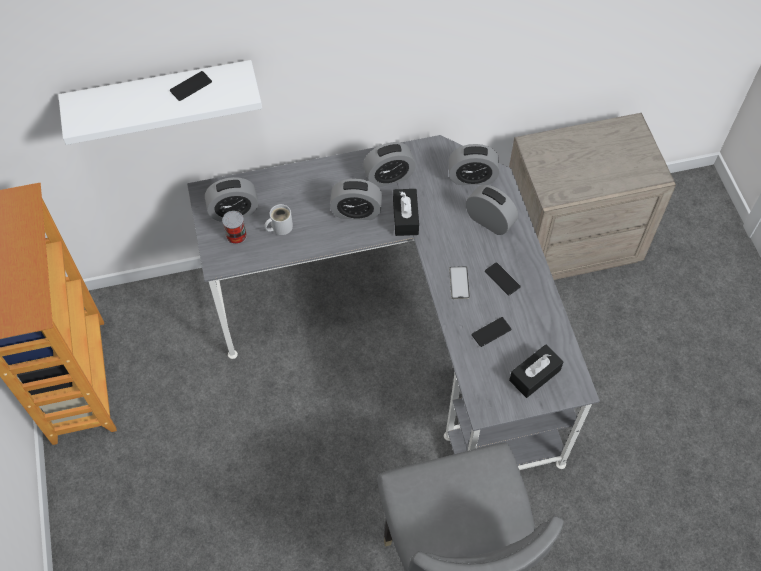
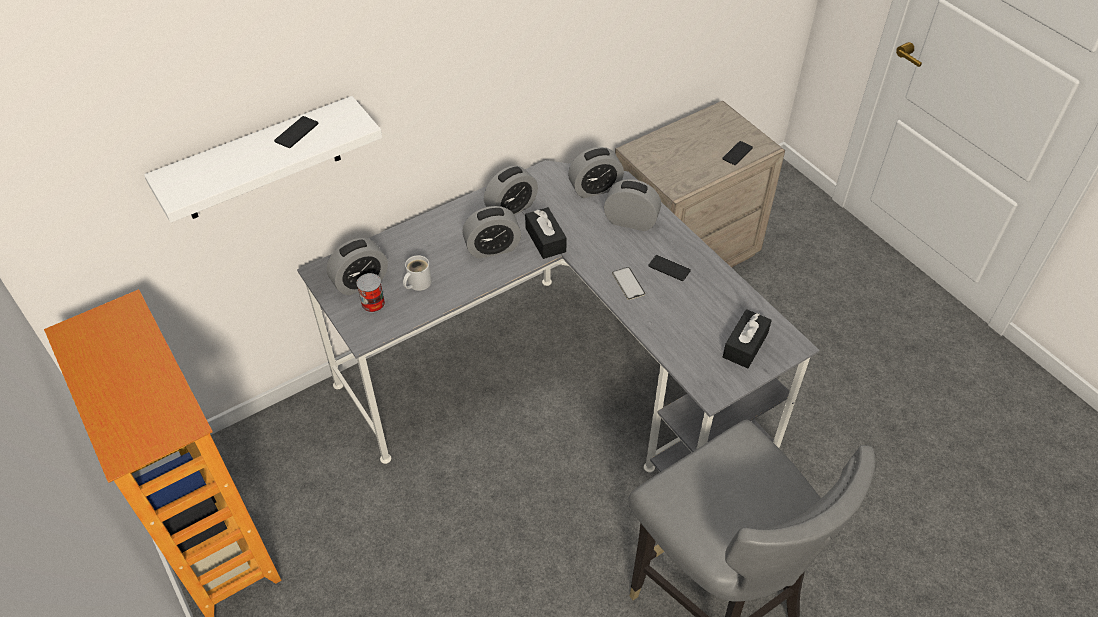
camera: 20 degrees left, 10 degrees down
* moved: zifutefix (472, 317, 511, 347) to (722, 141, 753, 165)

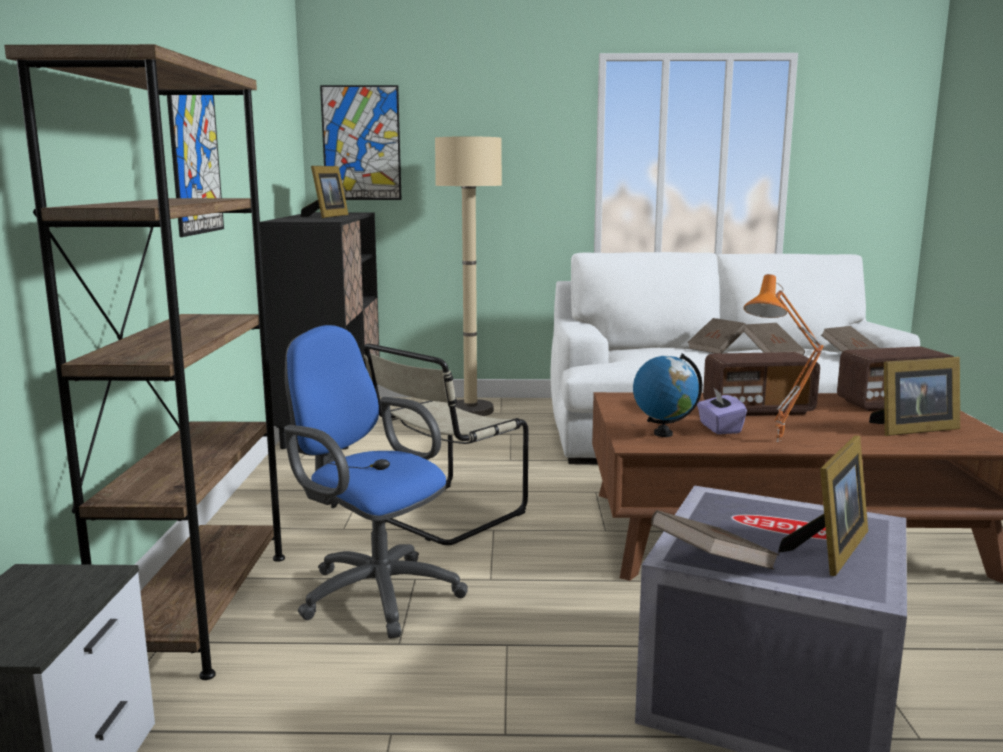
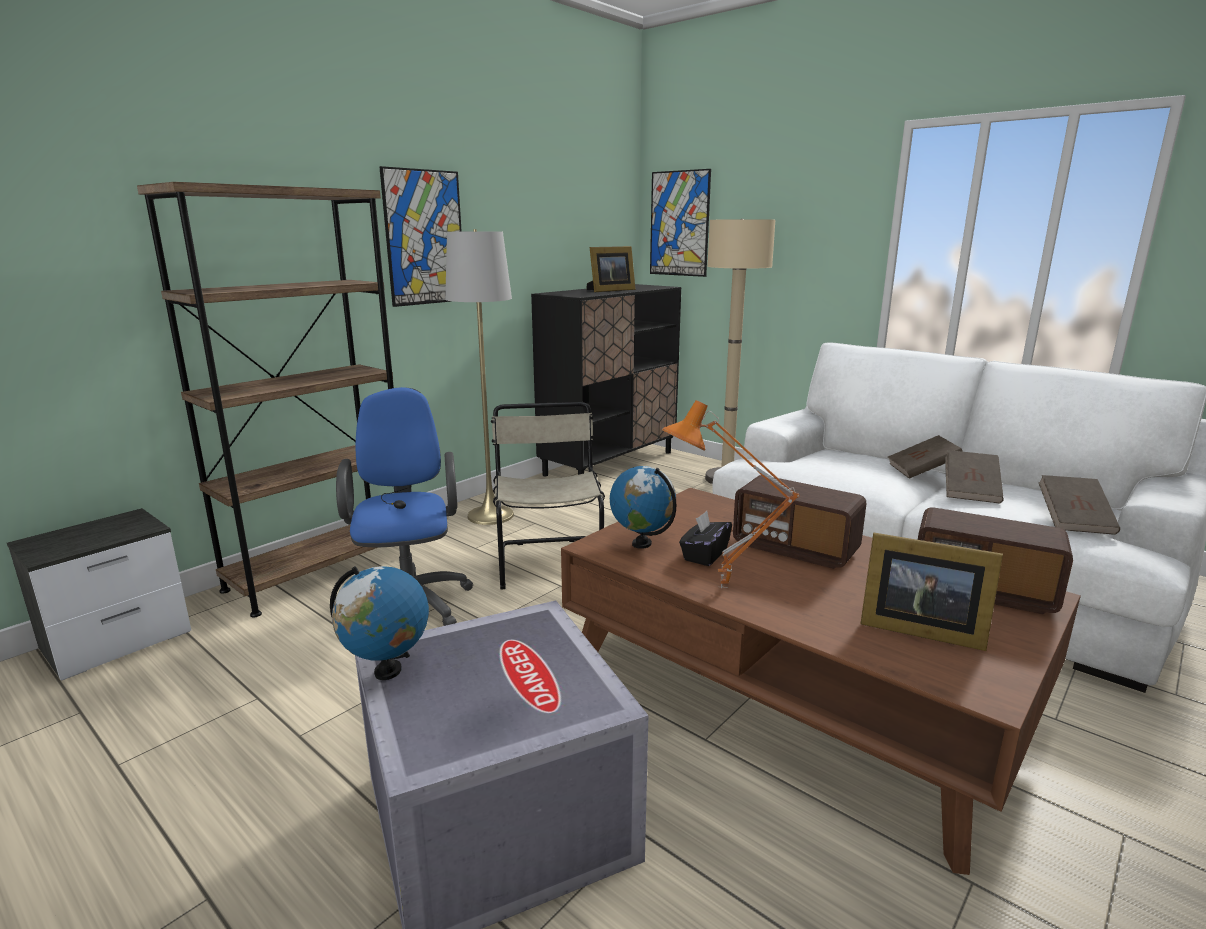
camera: 40 degrees right, 5 degrees up
* removed: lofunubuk (778, 435, 868, 576)
* added: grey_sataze (445, 229, 514, 525)
* replaced: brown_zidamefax (651, 510, 779, 570) to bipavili (330, 566, 429, 680)
* recoloured: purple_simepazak (697, 387, 747, 434) to black_simepazak (679, 511, 732, 566)
* turned: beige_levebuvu (363, 343, 528, 545) = (491, 402, 605, 589) 90 degrees clockwise

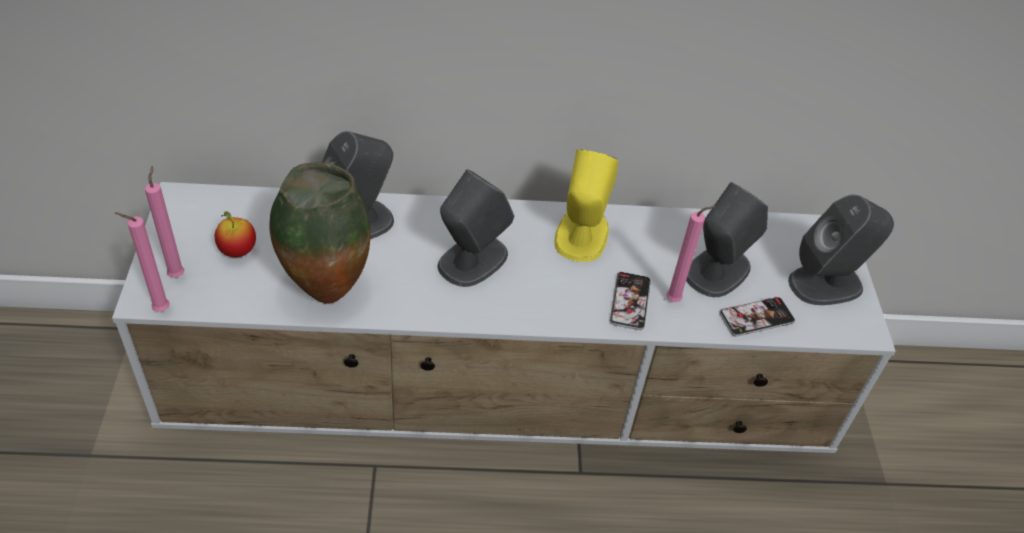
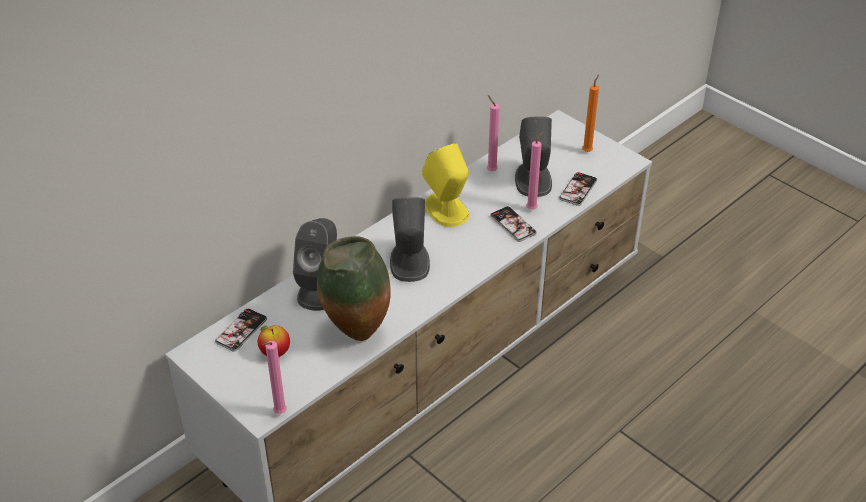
camera: 40 degrees left, 5 degrees down
* added: zifutefix (215, 308, 267, 352)
* moved: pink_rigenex (145, 166, 184, 278) to (487, 95, 499, 171)
* replaced: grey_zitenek (788, 195, 894, 305) to orange_rigenex (582, 75, 599, 152)

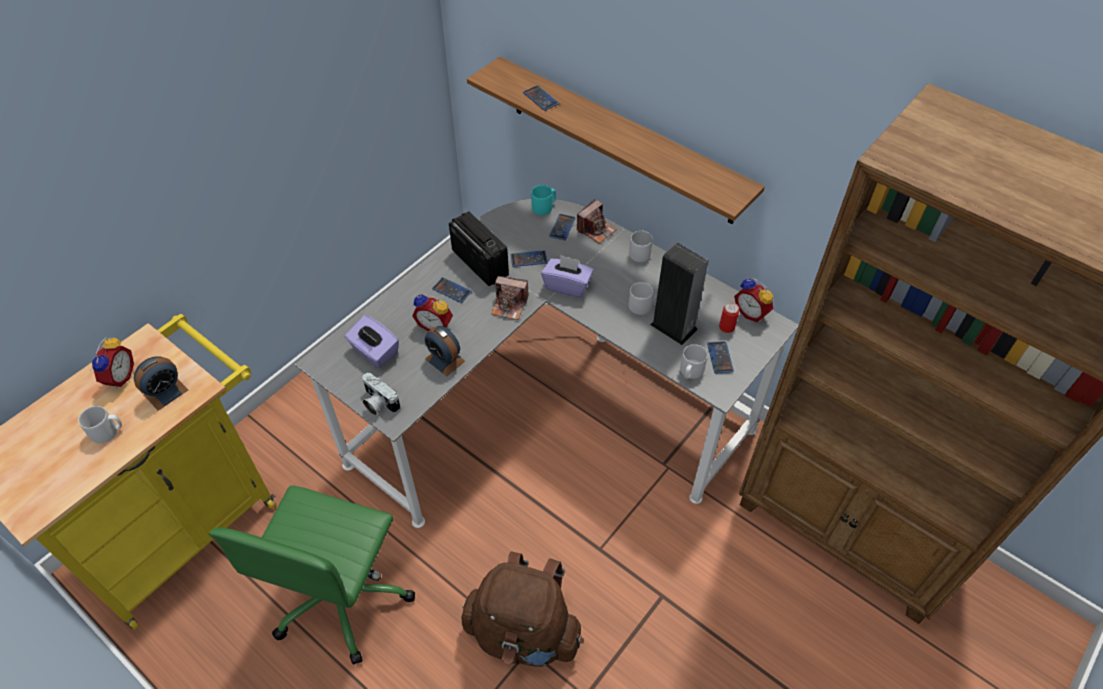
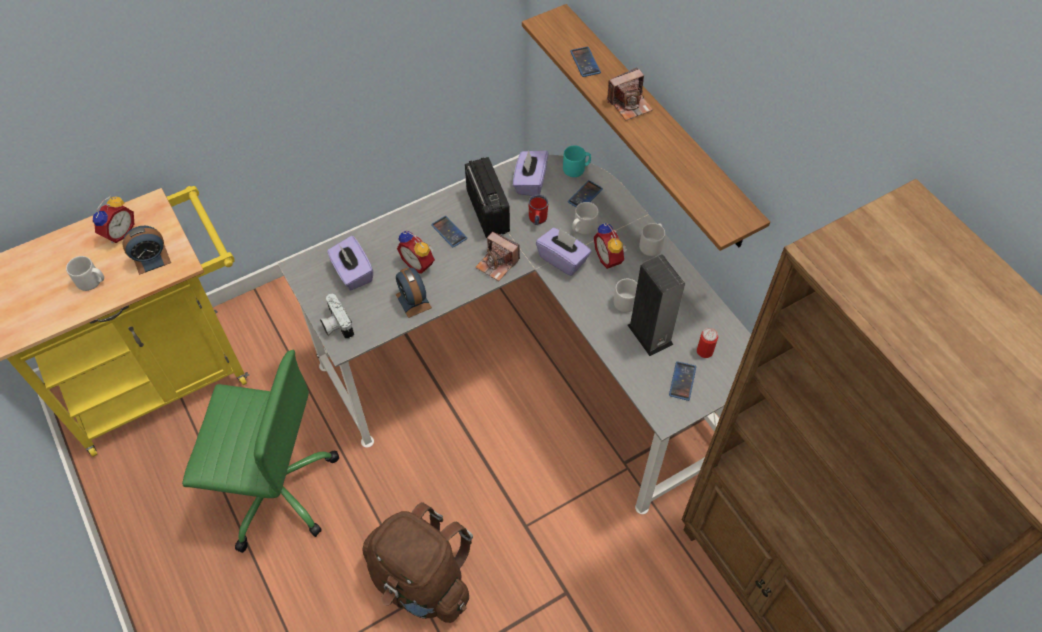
camera: 20 degrees right, 5 degrees up
* added: purple_simepazak (513, 150, 548, 196)
* moved: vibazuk (577, 199, 617, 243) to (607, 68, 653, 121)
* moved: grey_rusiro (680, 344, 708, 379) to (572, 202, 599, 235)
* moved: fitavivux (734, 277, 774, 322) to (594, 223, 627, 269)
* replaced: zifutefix (511, 250, 548, 267) to red_rusiro (529, 194, 548, 225)
* turned: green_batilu (208, 485, 415, 665) = (182, 349, 339, 553) 120 degrees counterclockwise

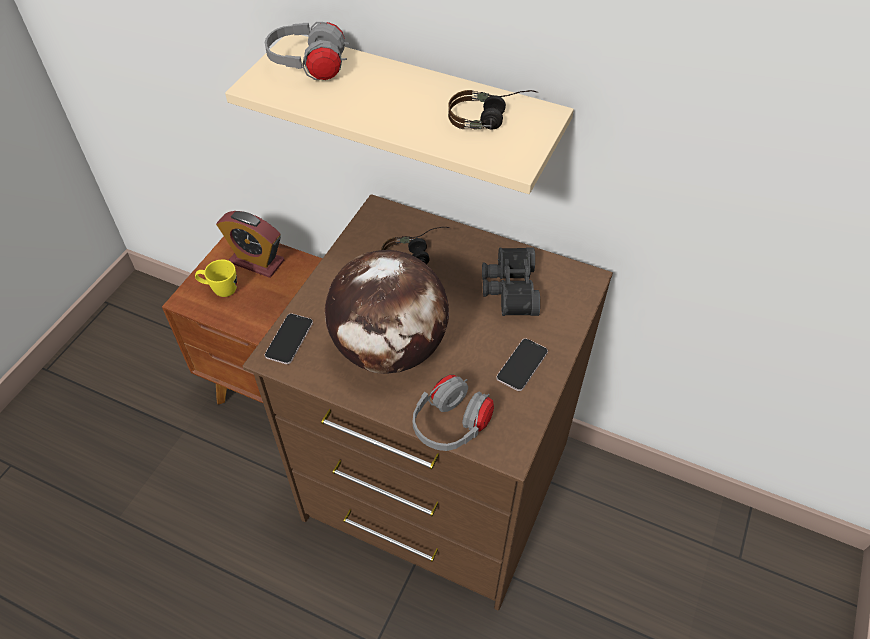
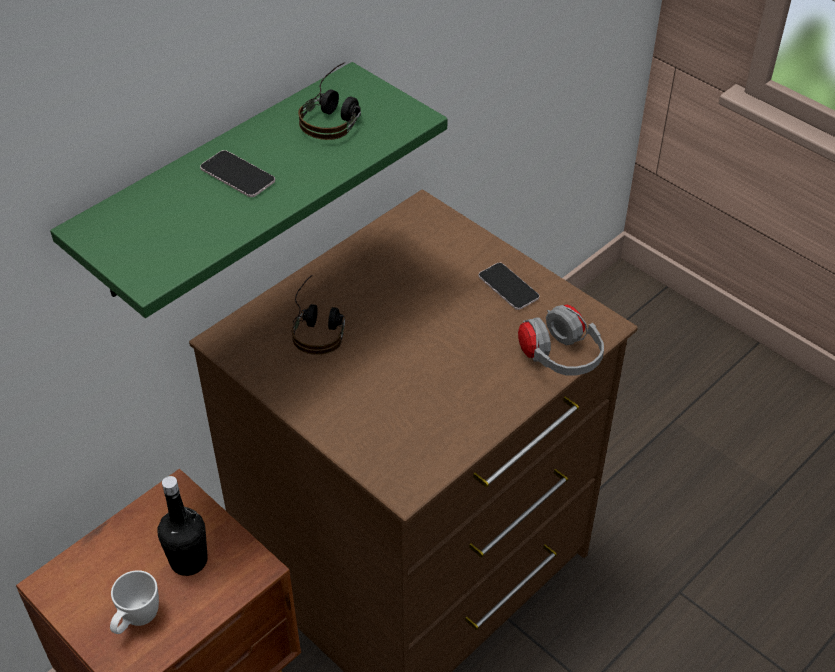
camera: 70 degrees left, 5 degrees down
* removed: fitavivux (216, 211, 284, 278)
* removed: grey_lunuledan (265, 22, 350, 80)
* removed: bipavili (325, 250, 449, 374)
* removed: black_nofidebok (482, 248, 540, 316)
* added: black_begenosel (157, 476, 208, 576)
* moved: zifutefix (265, 313, 313, 364) to (200, 150, 275, 197)
* recoloured: yellow_rusiro (195, 260, 237, 297) to white_rusiro (110, 570, 159, 634)
* recoloured: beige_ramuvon (225, 34, 574, 194) to green_ramuvon (50, 62, 448, 318)

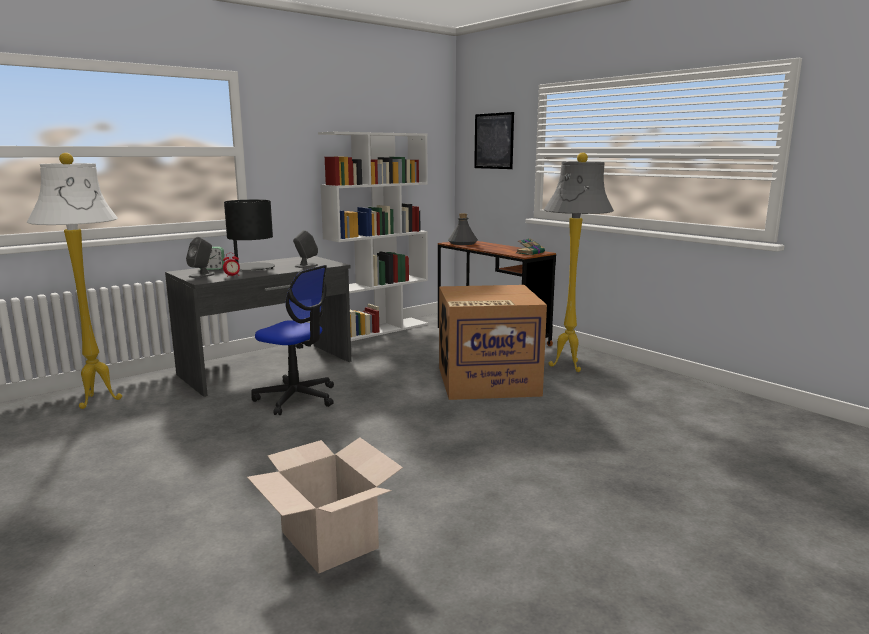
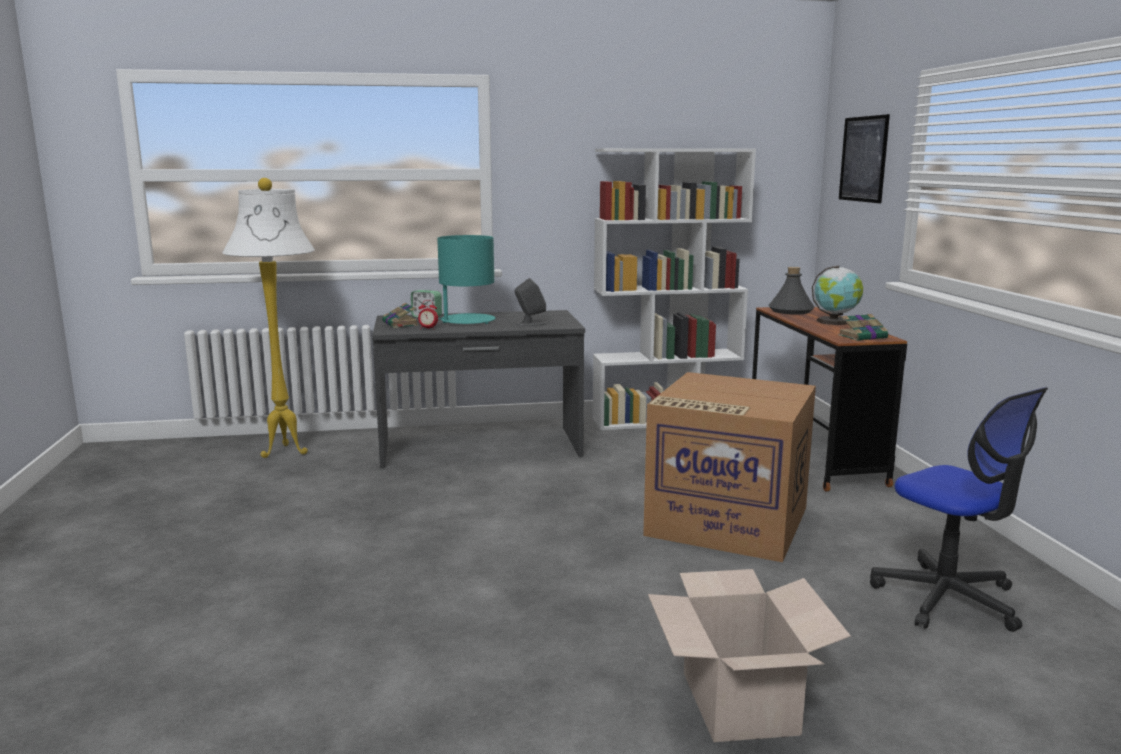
camera: 30 degrees right, 0 degrees up
* removed: grey_sataze (544, 152, 614, 372)
* added: bipavili (812, 265, 863, 325)
* moved: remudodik (247, 437, 403, 574) to (648, 569, 851, 742)
* moved: batilu (251, 265, 334, 415) to (870, 387, 1048, 632)
* replaced: grey_zitenek (186, 237, 215, 278) to zidamefax (382, 303, 419, 328)
* recoloured: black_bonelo (224, 200, 275, 270) to turquoise_bonelo (437, 235, 496, 324)

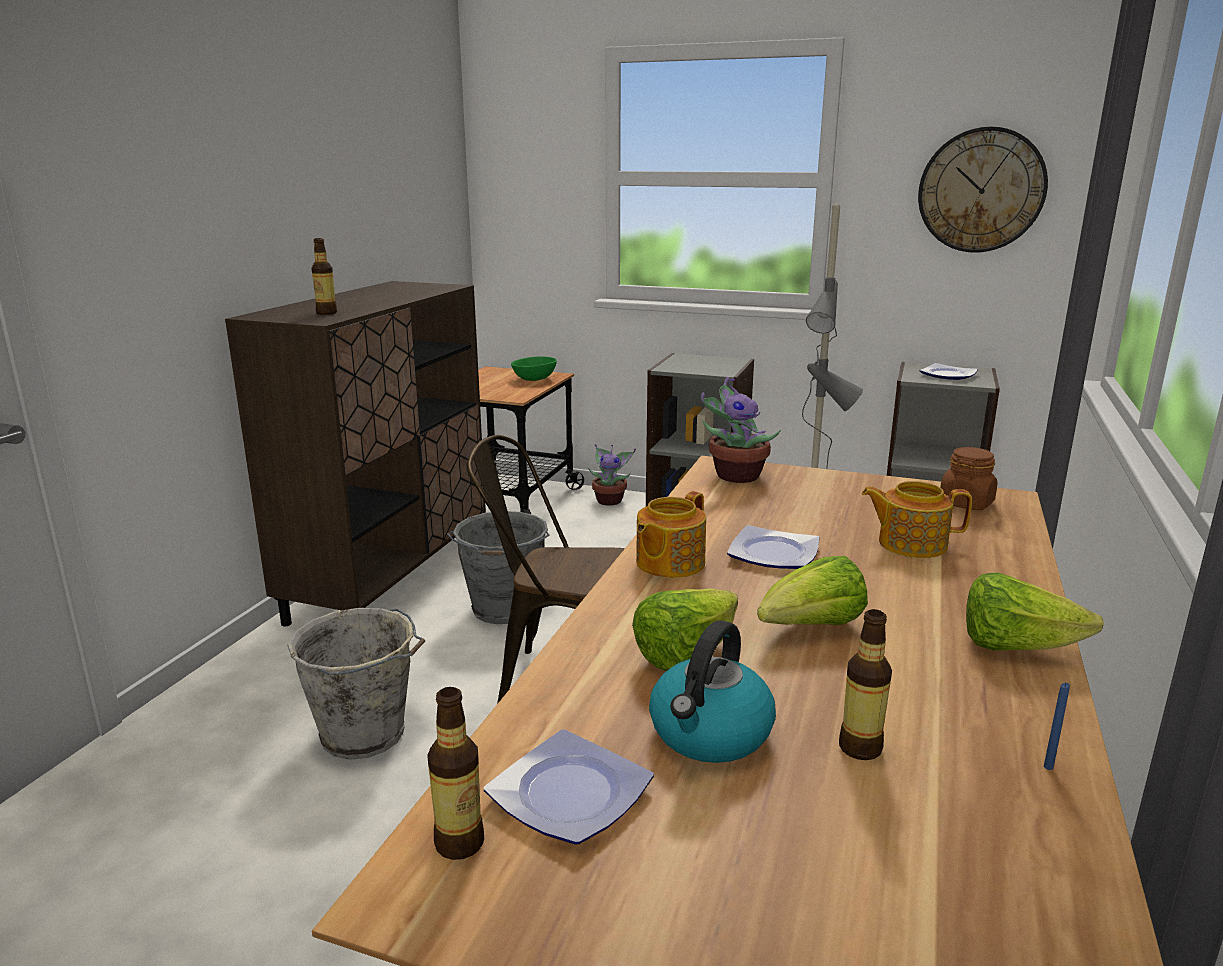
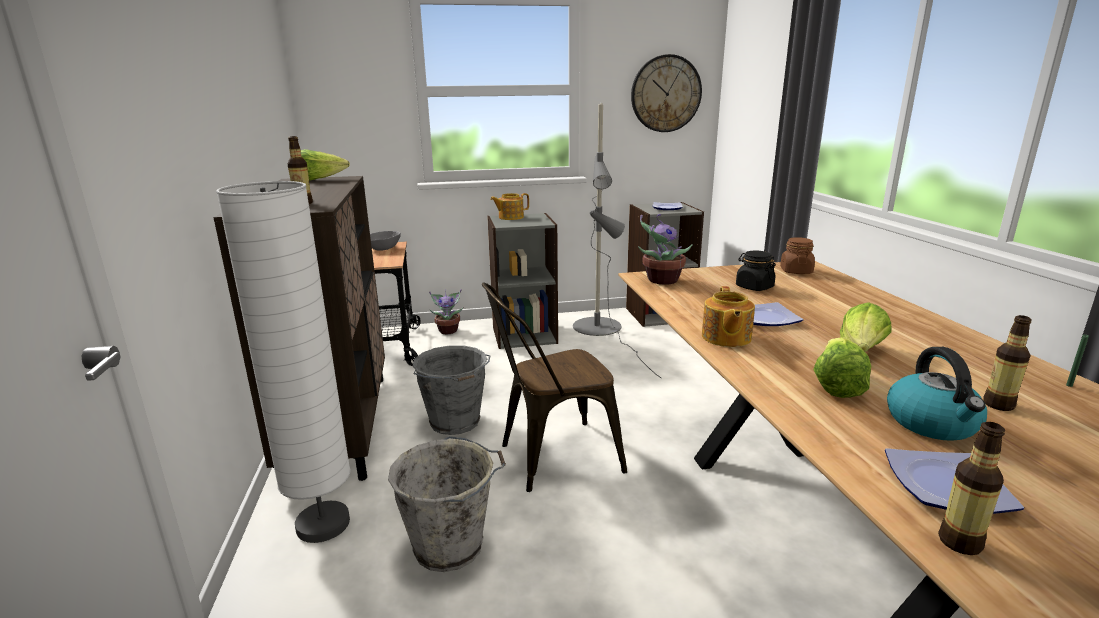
camera: 30 degrees left, 0 degrees up
* added: white_sataze (216, 181, 351, 543)
* added: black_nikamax (736, 250, 776, 291)
* moved: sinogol (862, 481, 972, 558) to (490, 193, 529, 220)
* moved: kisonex (966, 572, 1104, 650) to (301, 149, 350, 181)
* recoloured: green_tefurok (511, 356, 557, 381) to grey_tefurok (370, 231, 401, 251)
* recoloured: blue_rigenex (1044, 683, 1070, 770) to green_rigenex (1066, 334, 1089, 387)

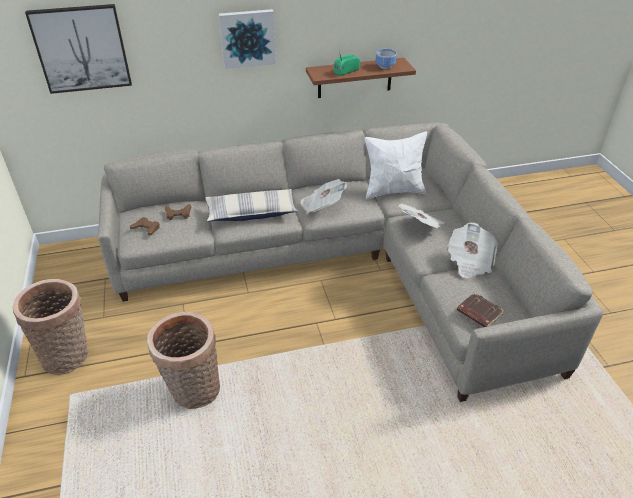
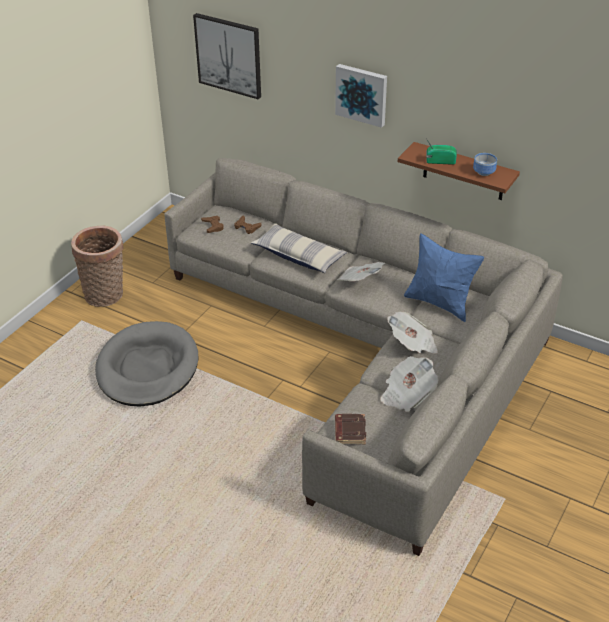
camera: 45 degrees right, 0 degrees up
* replaced: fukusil (147, 312, 220, 409) to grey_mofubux (95, 321, 199, 407)
* recoloured: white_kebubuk (365, 131, 427, 199) to blue_kebubuk (404, 233, 484, 322)

